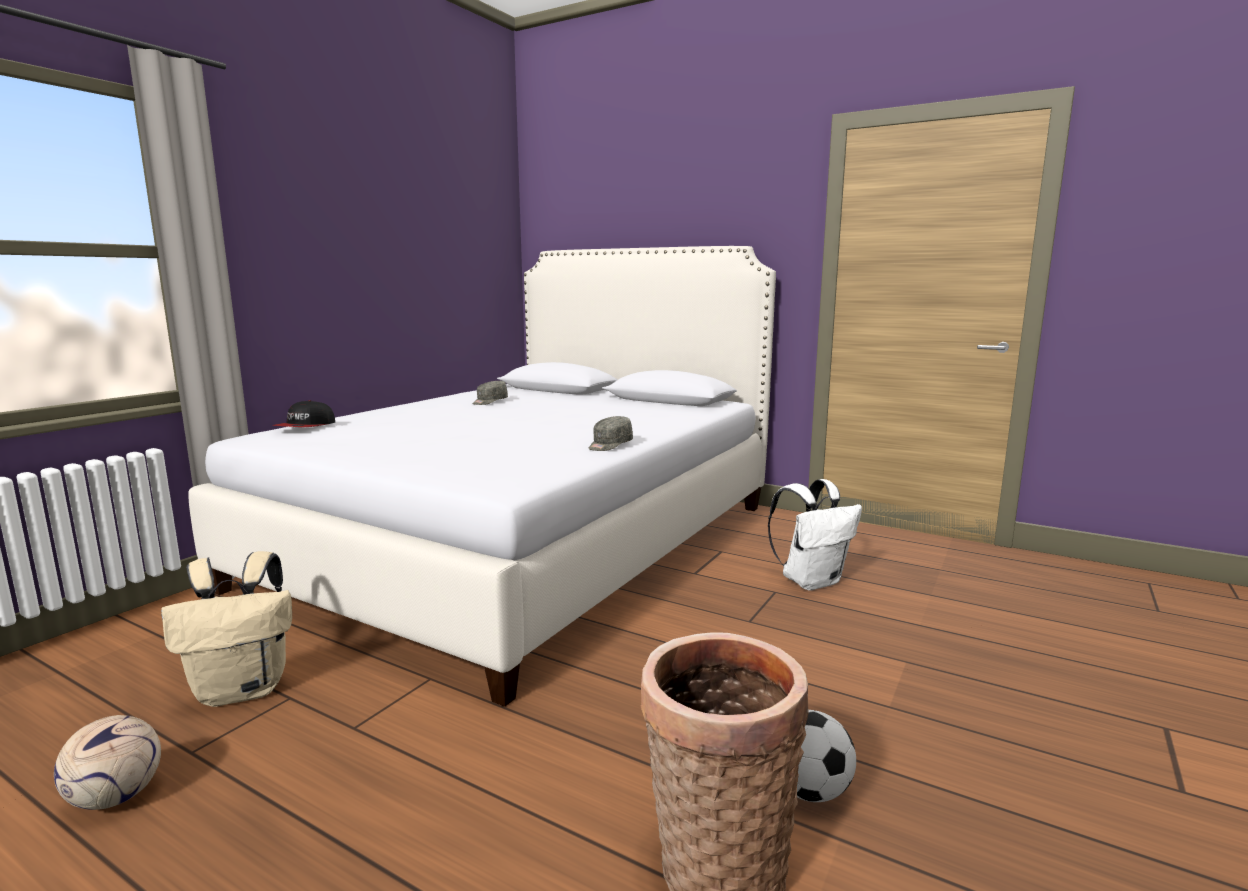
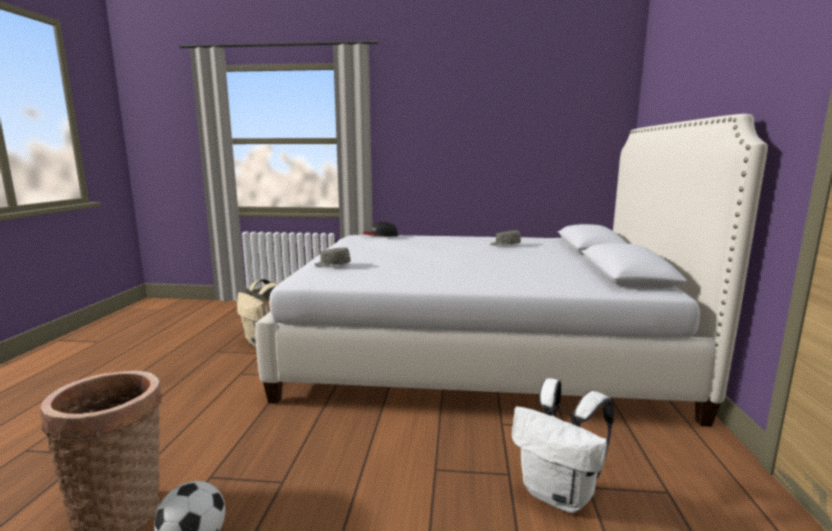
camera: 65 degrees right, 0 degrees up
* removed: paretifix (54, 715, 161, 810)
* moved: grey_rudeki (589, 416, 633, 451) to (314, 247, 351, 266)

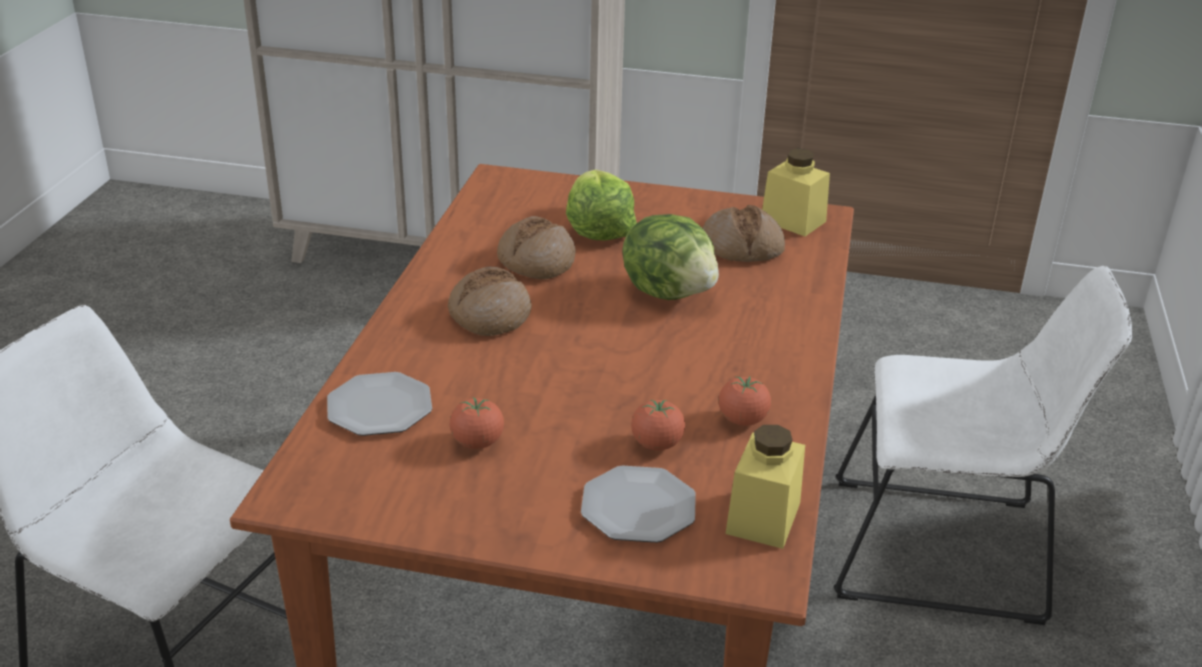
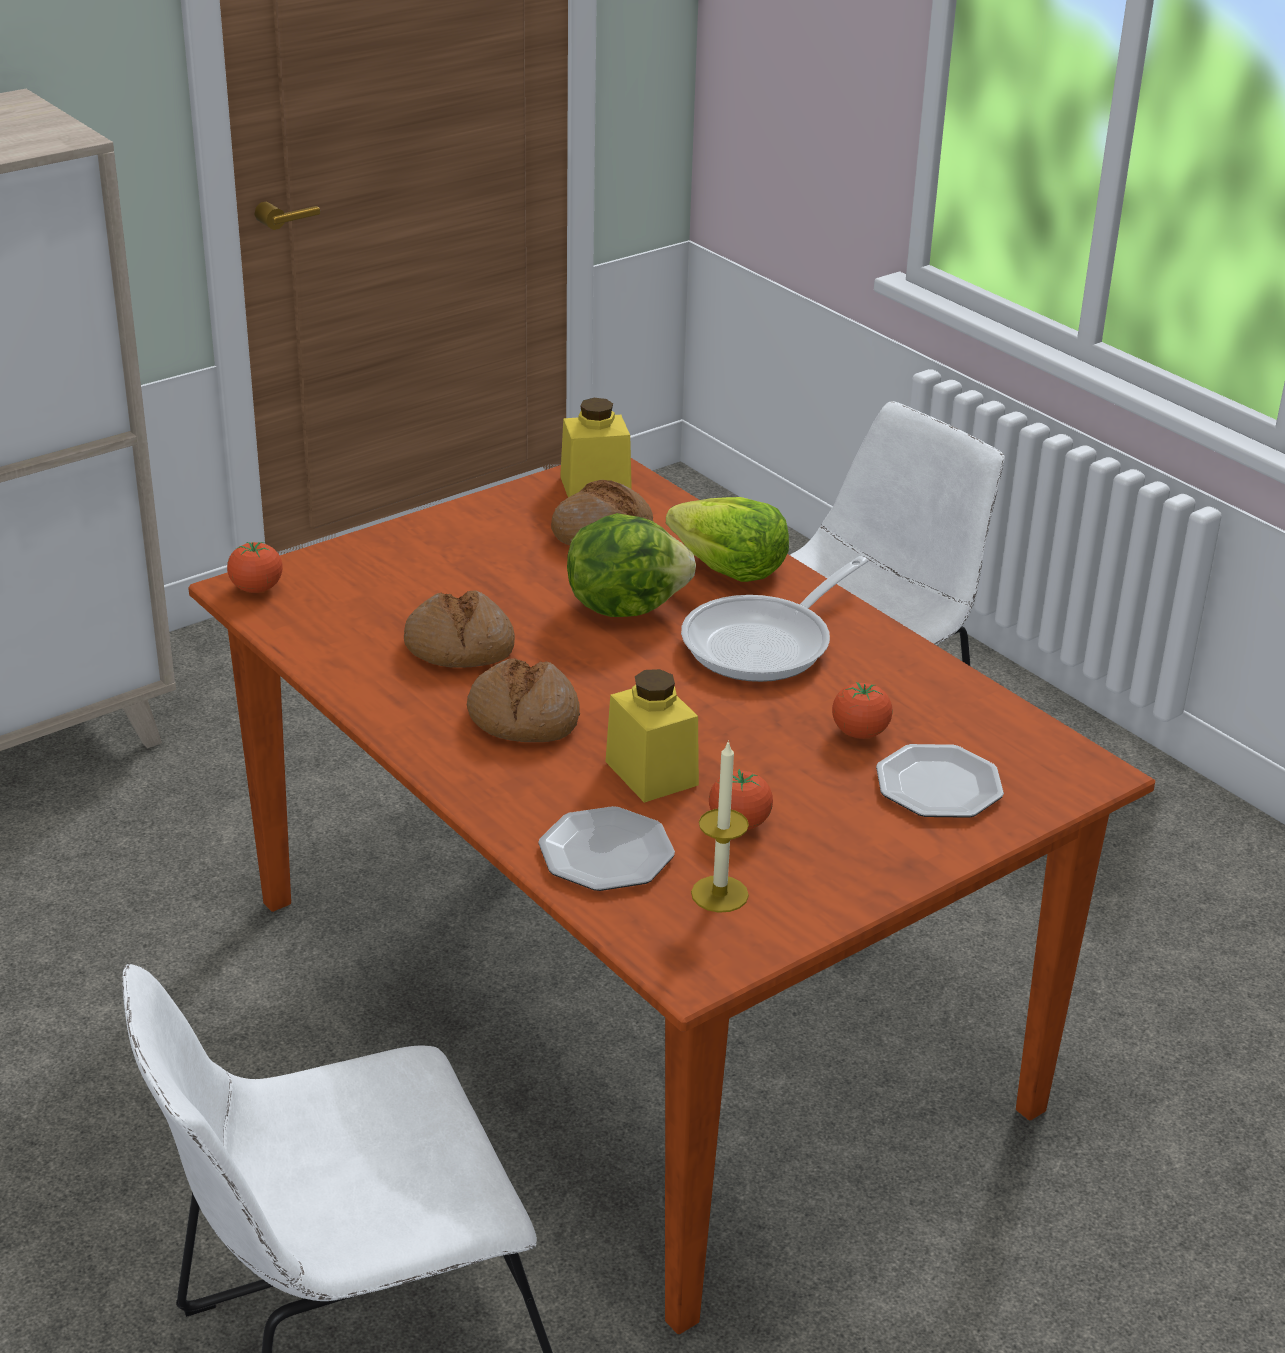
camera: 50 degrees left, 0 degrees up
* added: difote (681, 556, 868, 682)
* added: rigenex (691, 740, 749, 913)
* moved: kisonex (566, 170, 637, 241) to (666, 497, 789, 582)
* moved: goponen (718, 376, 771, 426) to (227, 542, 283, 593)
* moved: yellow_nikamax (725, 425, 805, 549) to (605, 669, 699, 803)

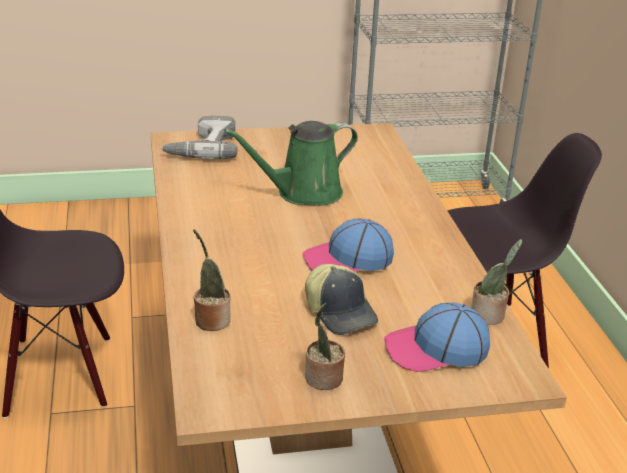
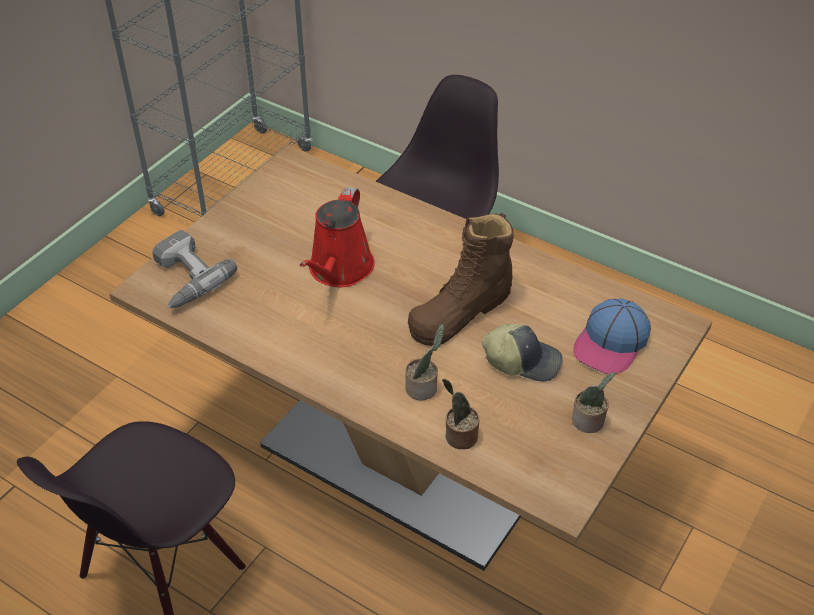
camera: 45 degrees left, 15 degrees up
* moved: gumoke (471, 239, 522, 325) to (405, 324, 444, 400)
* replaced: rudeki (303, 218, 394, 272) to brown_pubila (408, 213, 513, 346)
* recoloured: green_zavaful (224, 121, 358, 206) to red_zavaful (300, 187, 375, 287)

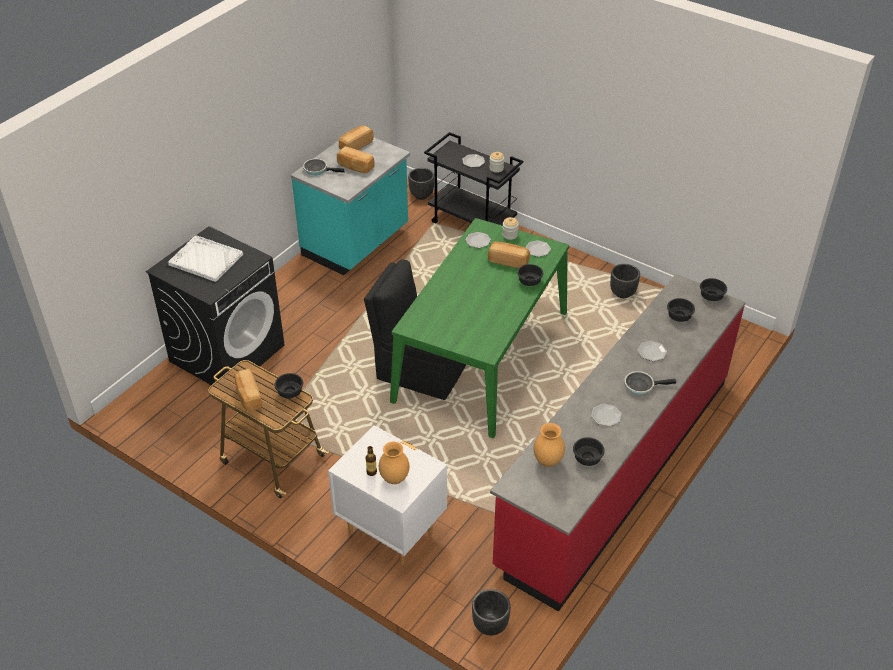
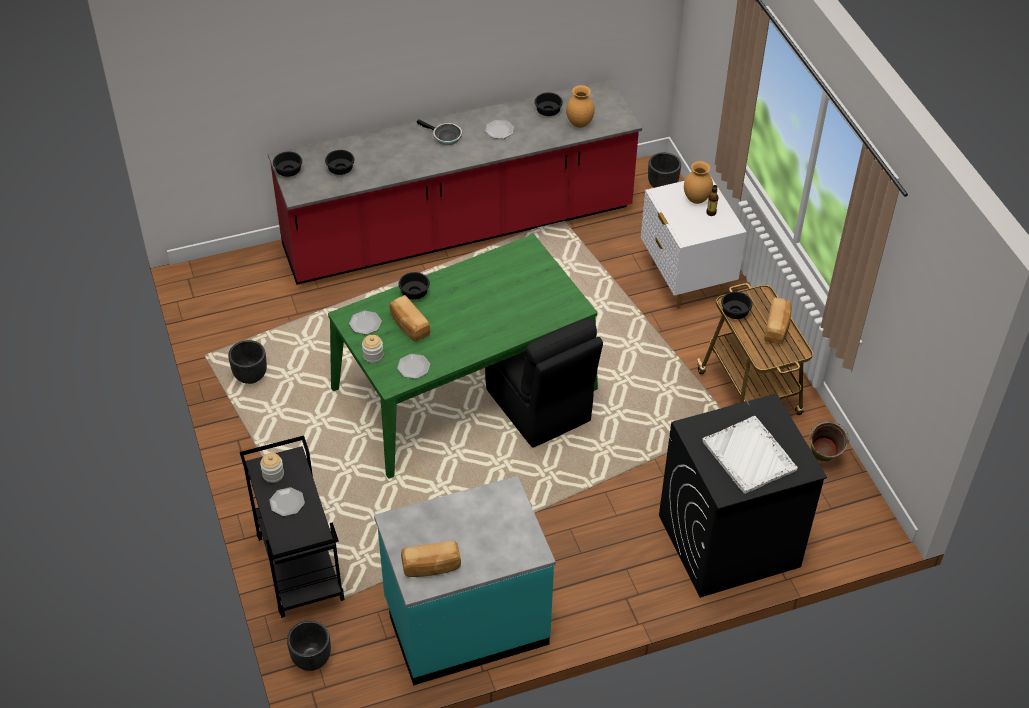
camera: 145 degrees left, 5 degrees up
* removed: difote (303, 158, 345, 175)
* removed: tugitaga (337, 146, 375, 173)
* removed: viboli (638, 341, 667, 361)
* added: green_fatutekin (809, 421, 850, 462)

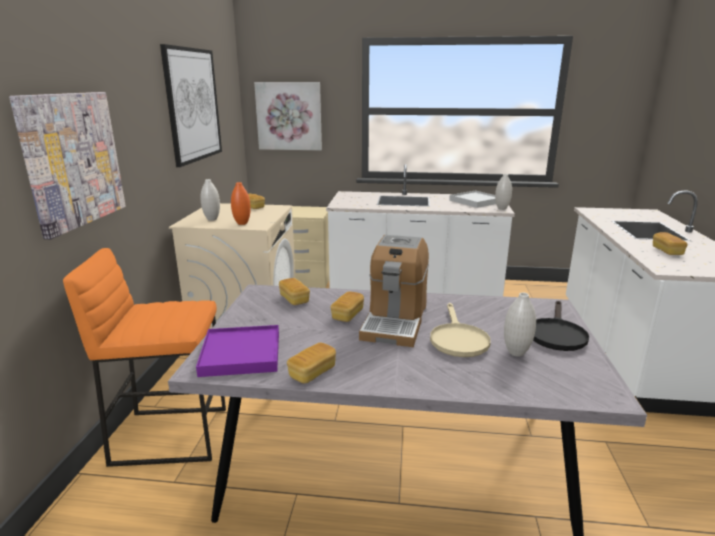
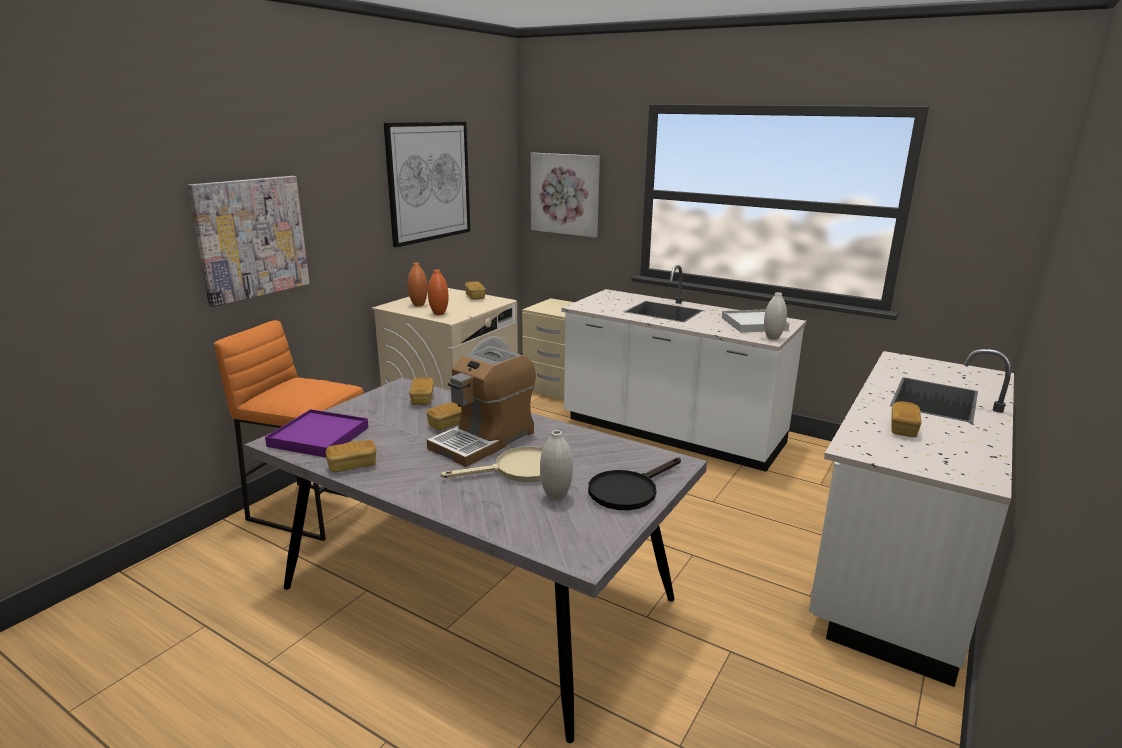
camera: 25 degrees right, 0 degrees up
* recoloured: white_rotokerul (200, 179, 220, 221) to orange_rotokerul (408, 263, 428, 307)
* turned: beige_difote (430, 303, 491, 357) = (441, 446, 543, 482) 135 degrees counterclockwise

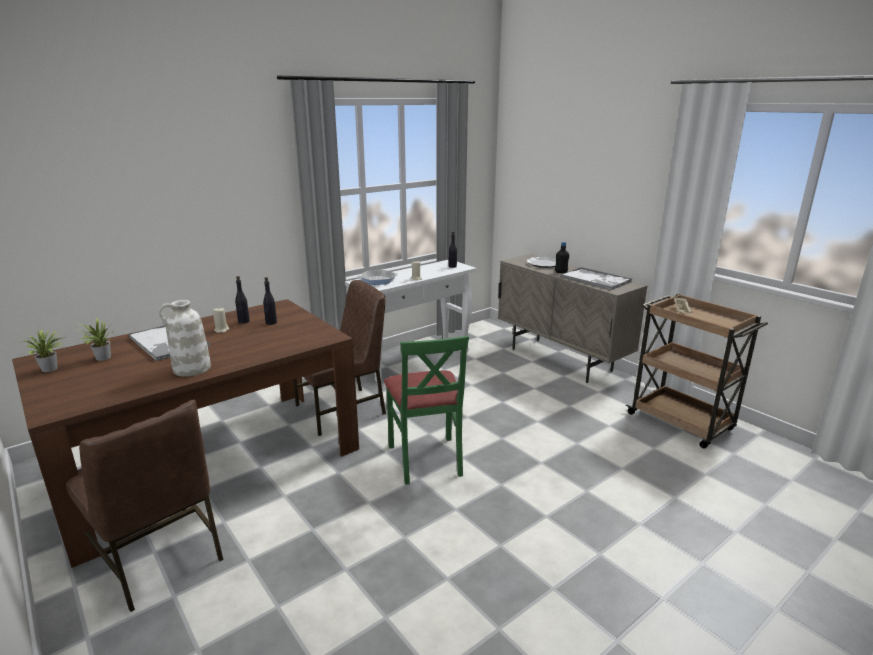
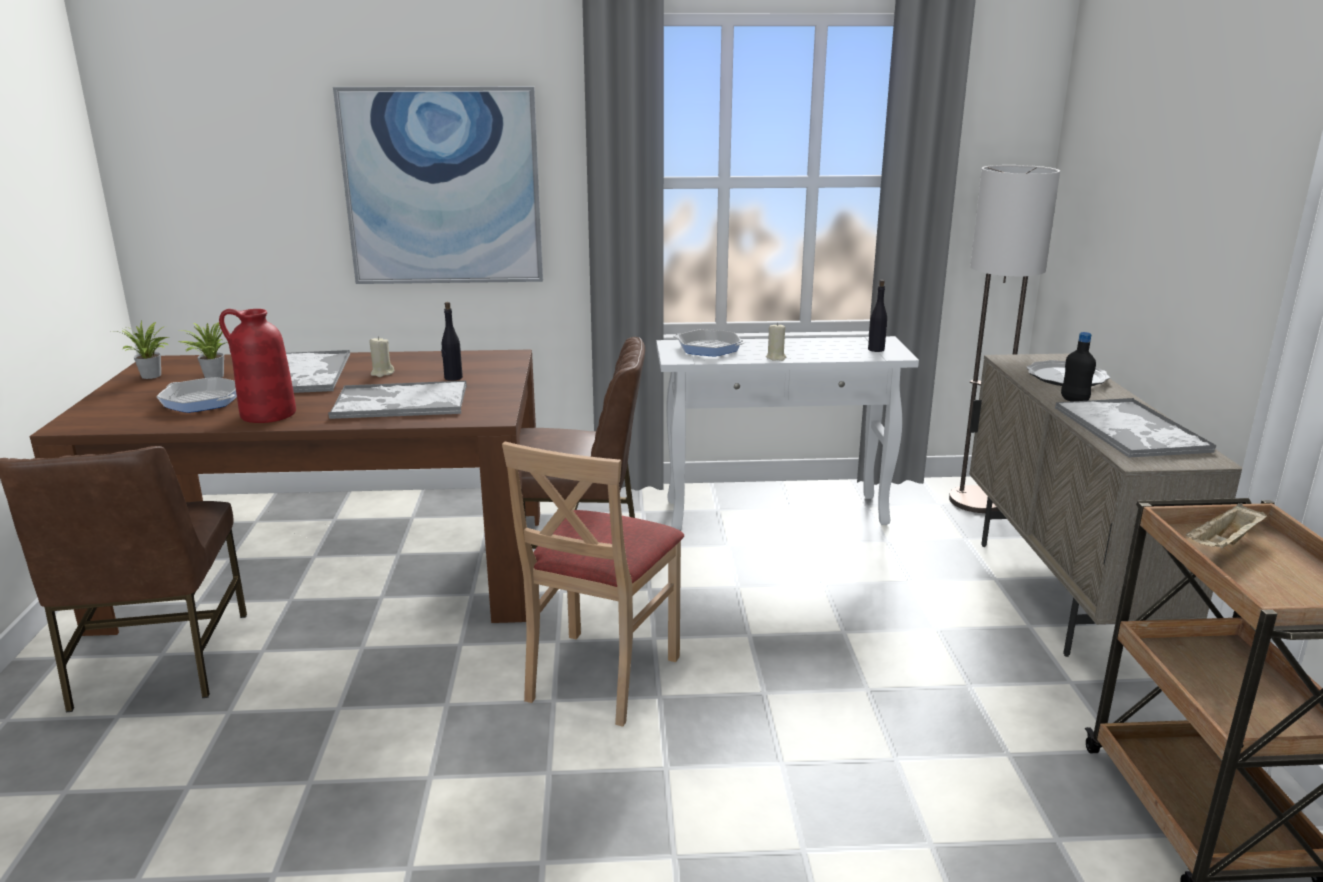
camera: 35 degrees right, 0 degrees up
* removed: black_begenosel (235, 276, 250, 324)
* added: difote (156, 377, 237, 413)
* added: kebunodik (328, 381, 467, 419)
* added: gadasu (333, 86, 543, 284)
* added: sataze (949, 165, 1060, 513)
* recoloured: white_rotokerul (159, 300, 211, 377) to red_rotokerul (219, 309, 296, 423)
* recoloured: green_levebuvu (384, 336, 469, 485) to beige_levebuvu (502, 442, 684, 727)

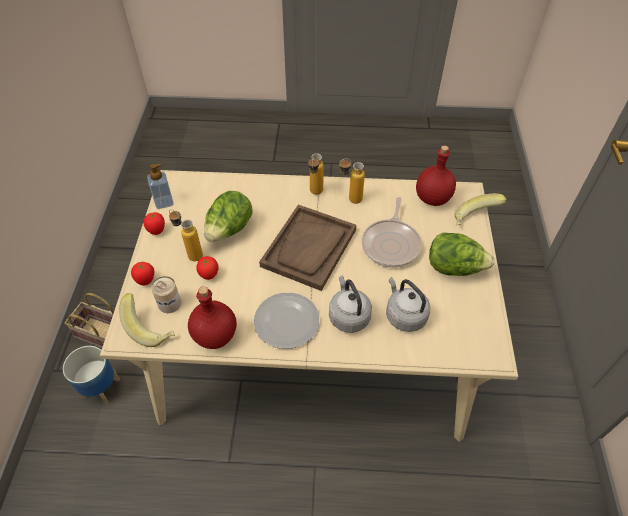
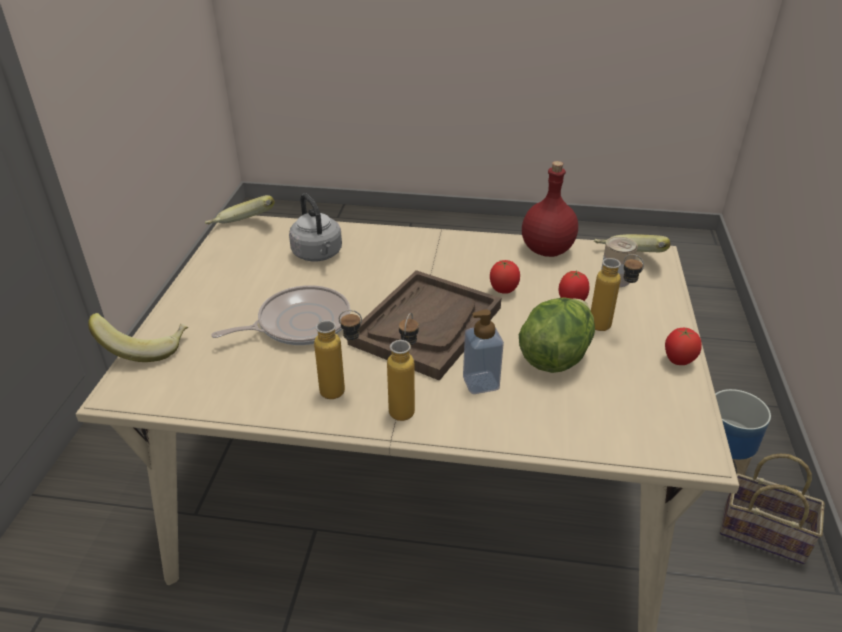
camera: 175 degrees left, 15 degrees down
* removed: viboli (254, 293, 319, 349)
* removed: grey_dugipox (329, 275, 372, 333)
* removed: red_begenosel (416, 145, 456, 206)
* removed: kisonex (429, 232, 495, 276)
* added: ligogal (205, 195, 275, 224)
* moved: goponen (131, 262, 154, 286) to (490, 260, 520, 294)
* moved: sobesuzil (147, 164, 174, 209) to (463, 309, 504, 394)
* turned: difote (362, 197, 422, 268) = (211, 285, 350, 345) 45 degrees clockwise

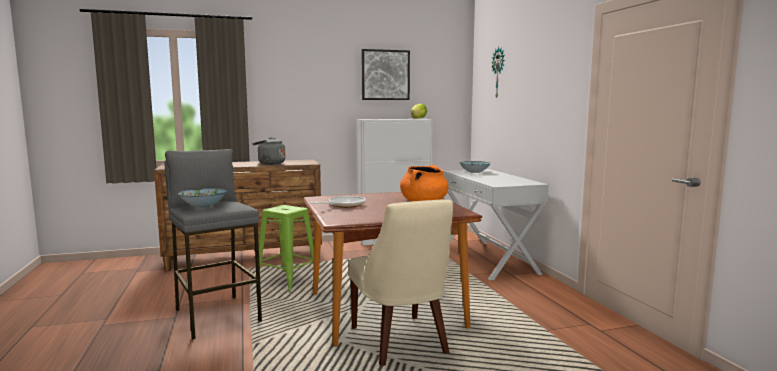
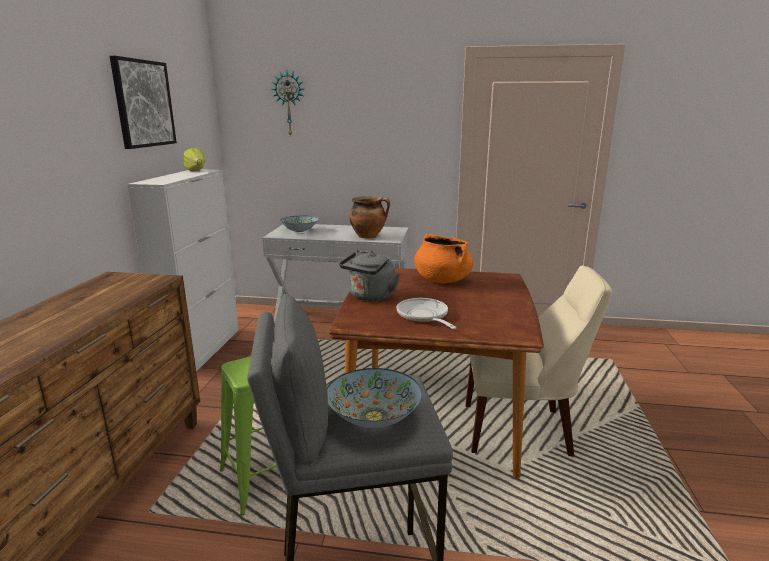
camera: 65 degrees left, 10 degrees up
* added: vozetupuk (349, 196, 390, 238)
* moved: grey_dugipox (252, 137, 285, 164) to (339, 252, 400, 301)

